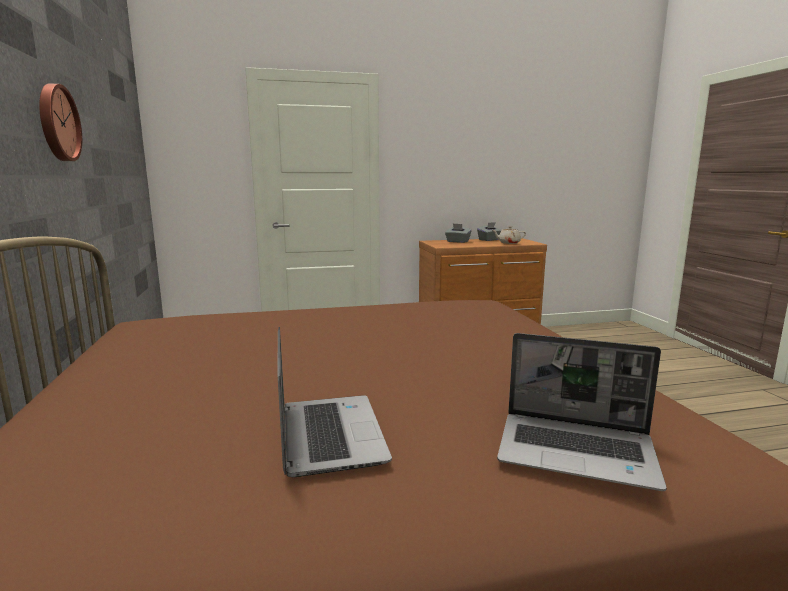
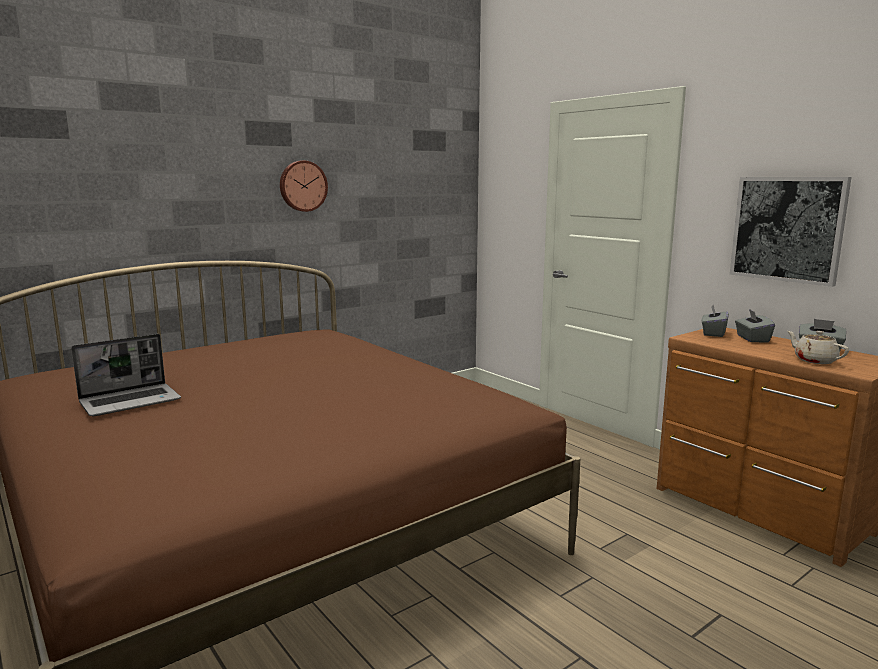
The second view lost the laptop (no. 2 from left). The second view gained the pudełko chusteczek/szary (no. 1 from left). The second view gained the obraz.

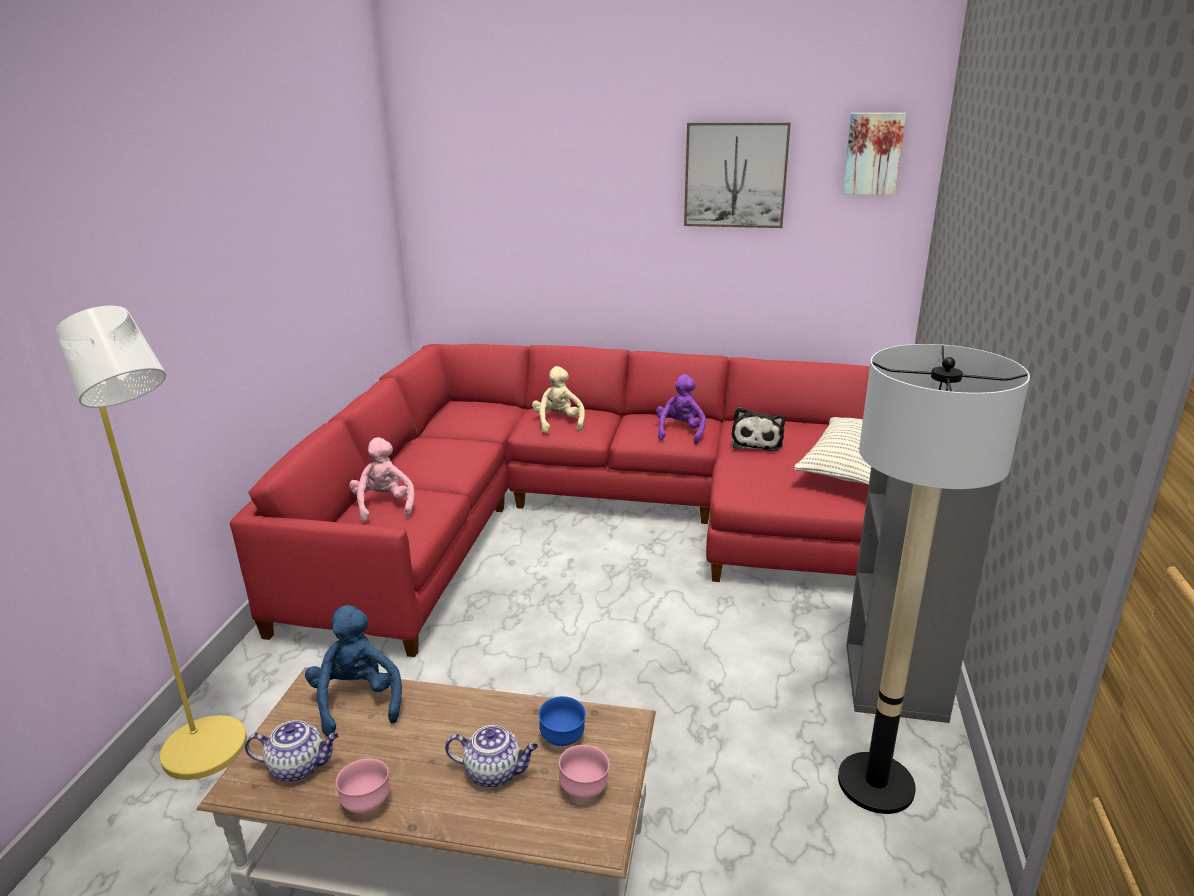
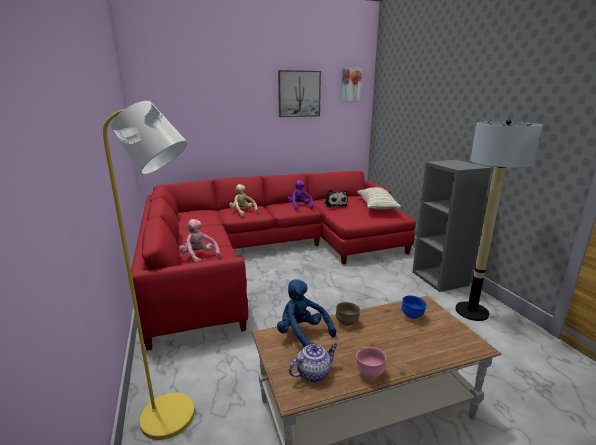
The second view lost the imbryk (no. 2 from left). The second view lost the miska/różowy (no. 2 from left). The second view gained the miska/brązowy.

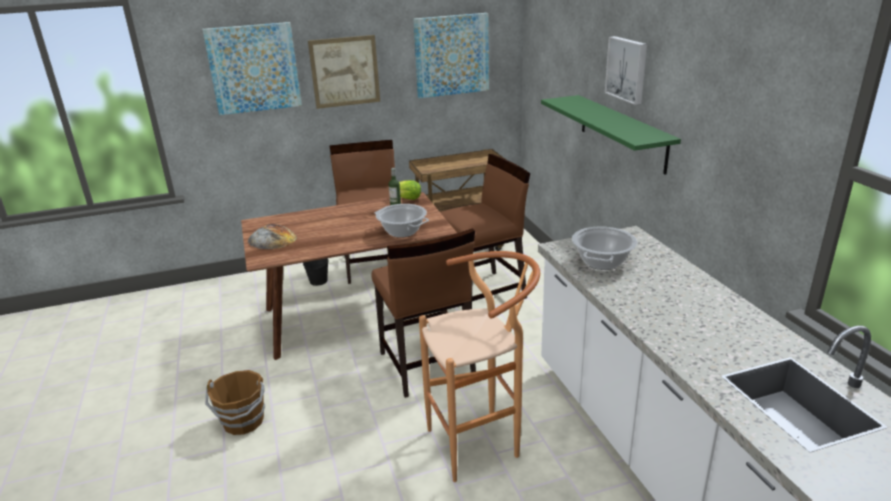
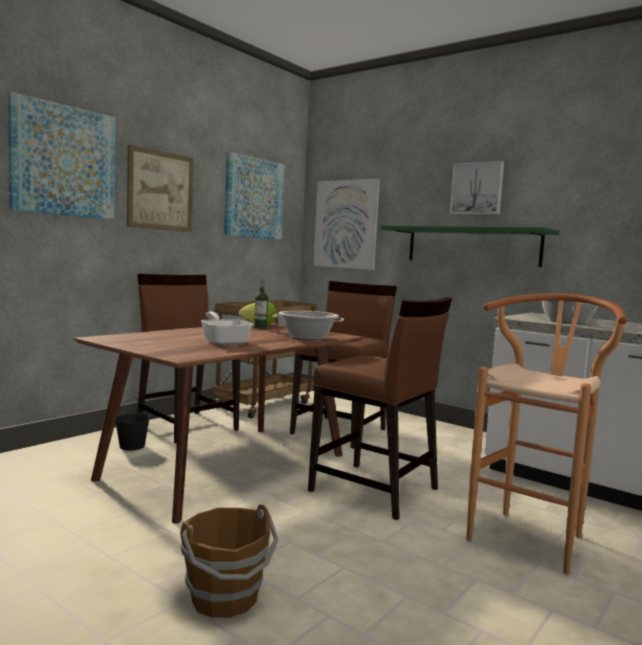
The second view lost the chleb. The second view gained the patelnia. The second view gained the obraz (no. 4 from left).

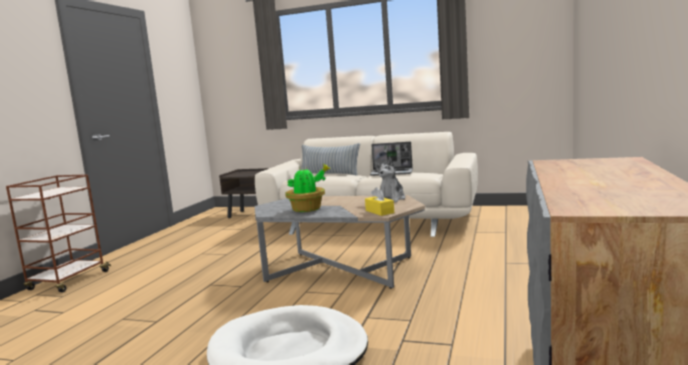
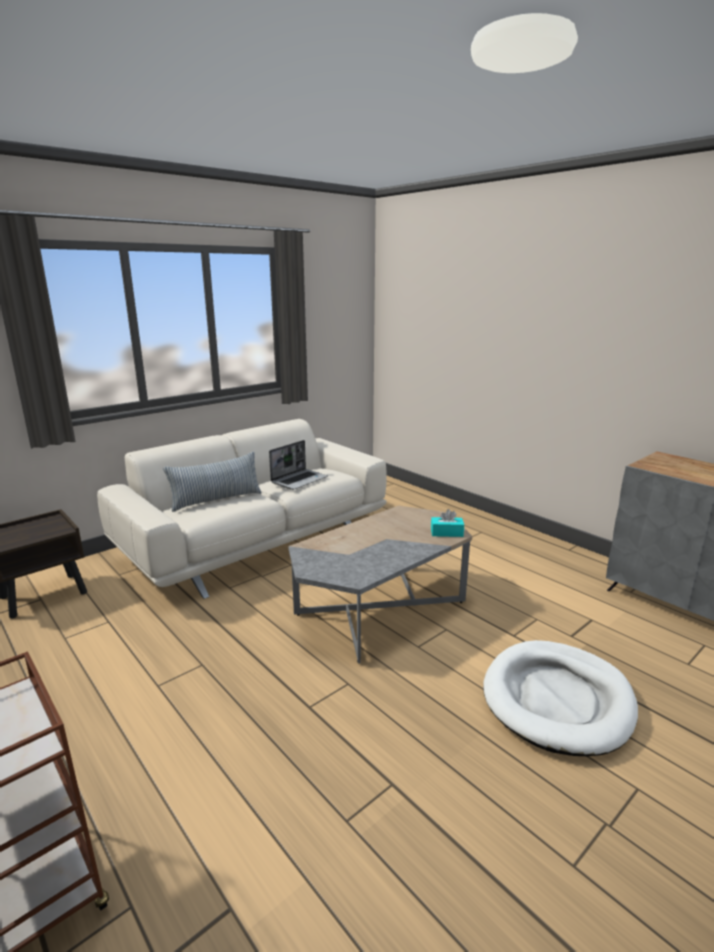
The second view lost the roślina doniczkowa. The second view lost the pluszak. What was the pudełko chusteczek/żółty turned into the pudełko chusteczek/turkusowy.

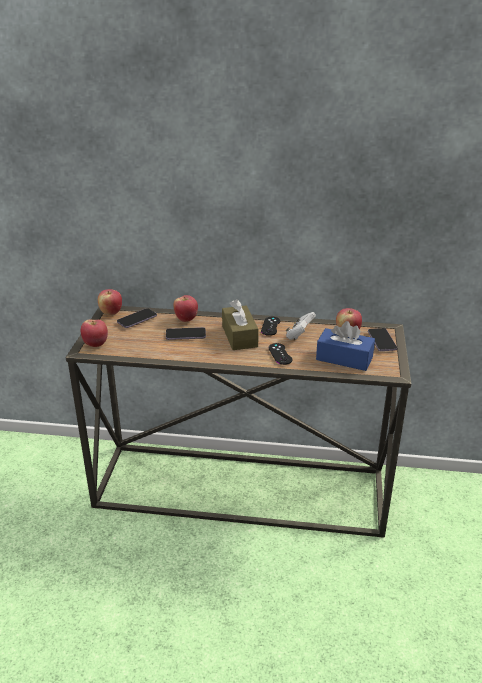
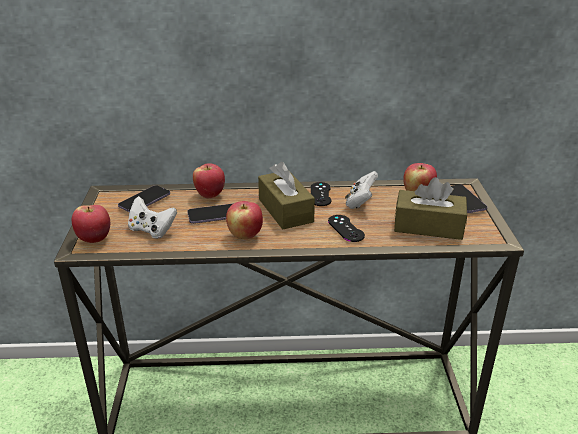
The second view gained the pad do gier/biały (no. 1 from left). The jabłko (no. 2 from left in the first image) ended up elsewhere. What was the pudełko chusteczek/niebieski turned into the pudełko chusteczek/brązowy (no. 2 from left).

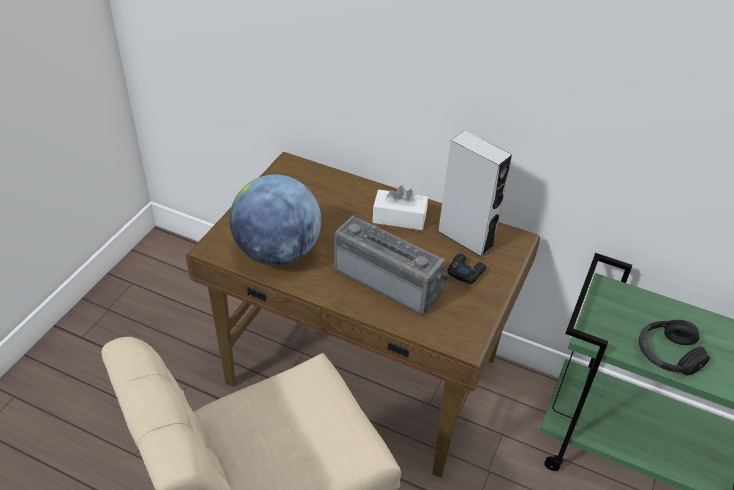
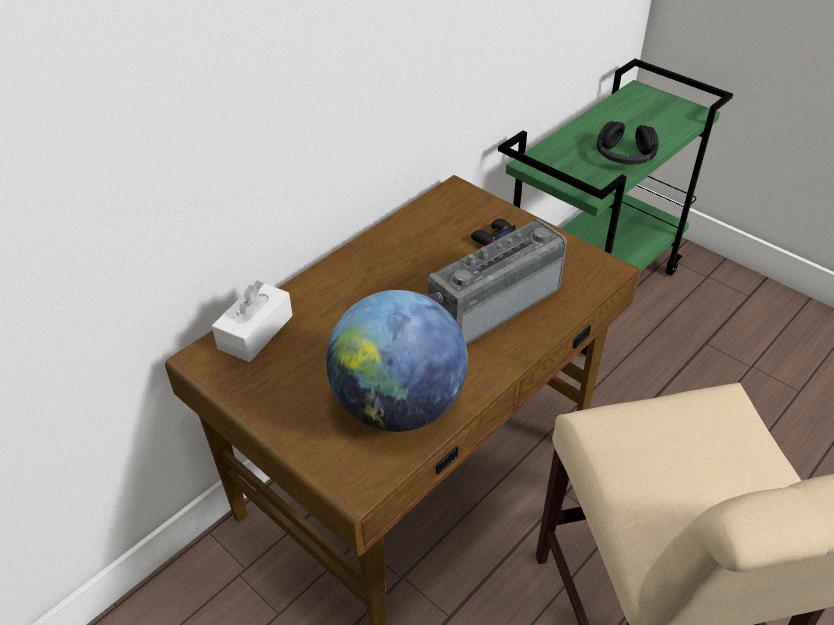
The second view lost the głośnik/szary. The pudełko chusteczek/biały ended up elsewhere.

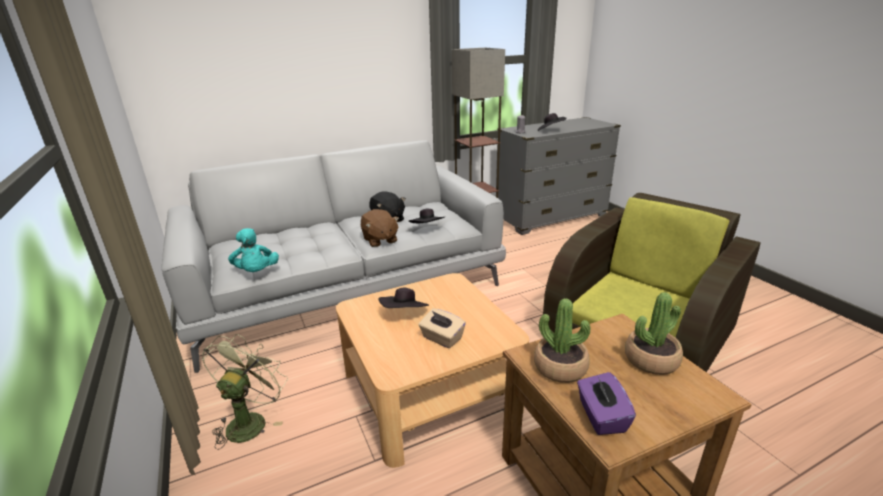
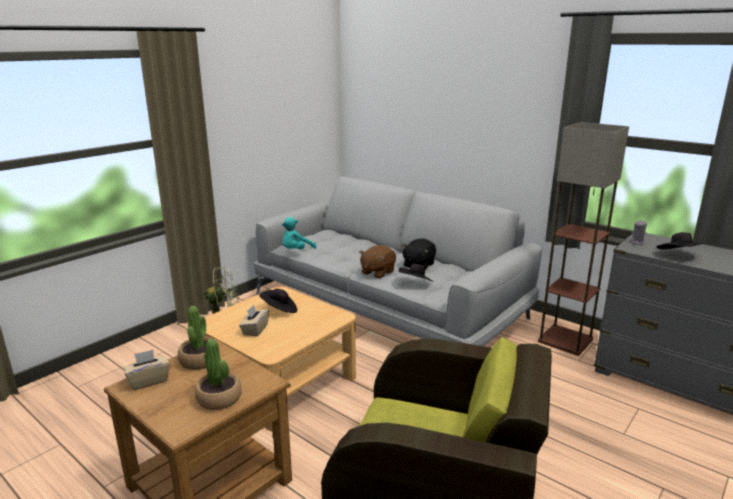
What was the pudełko chusteczek/fioletowy turned into the pudełko chusteczek/beżowy (no. 1 from left).

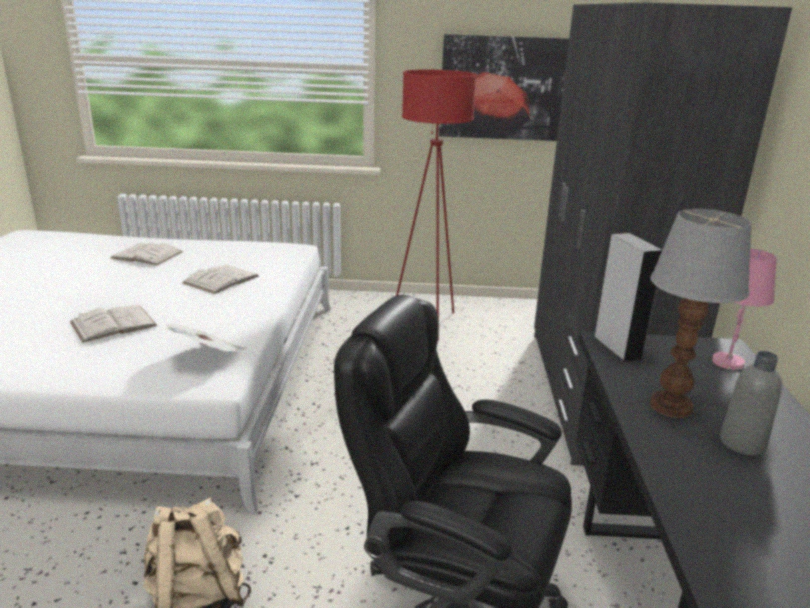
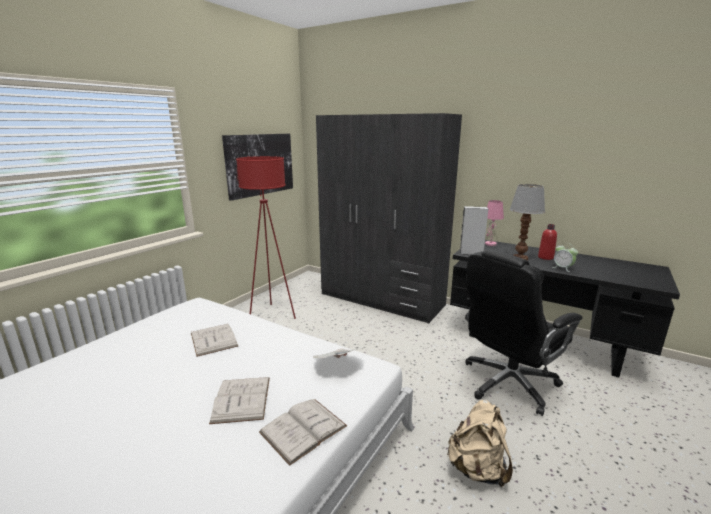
The second view gained the budzik. The książka/biały (no. 2 from left in the first image) ended up elsewhere. What was the butelka/szary turned into the butelka/czerwony.

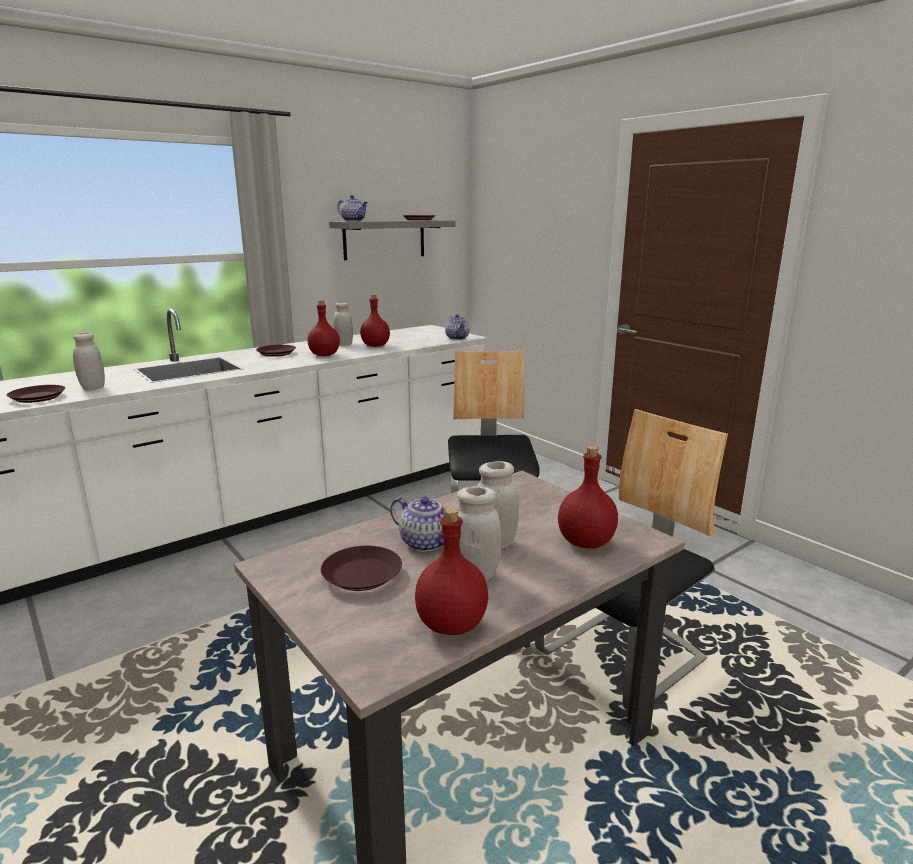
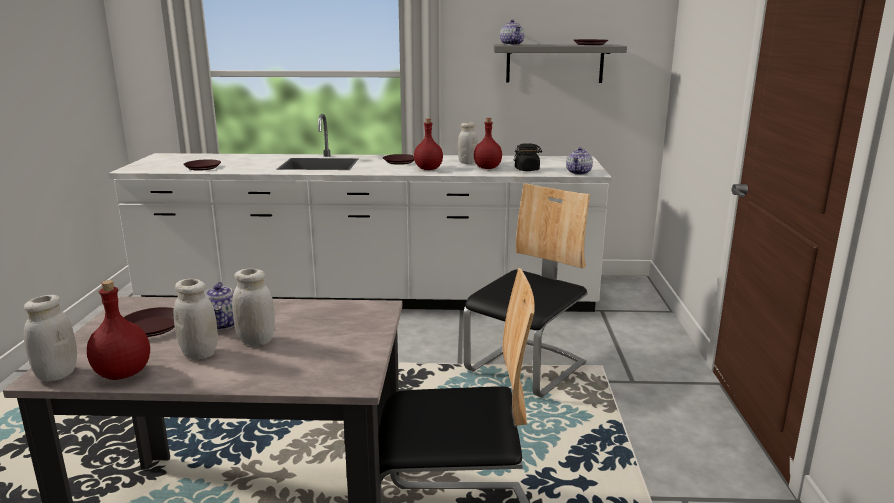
The second view lost the butelka/czerwony (no. 4 from left). The second view gained the słoik/czarny. The słoik/biały (no. 1 from left) ended up elsewhere.

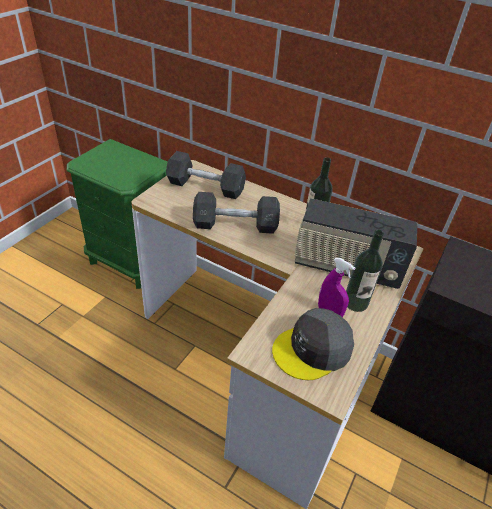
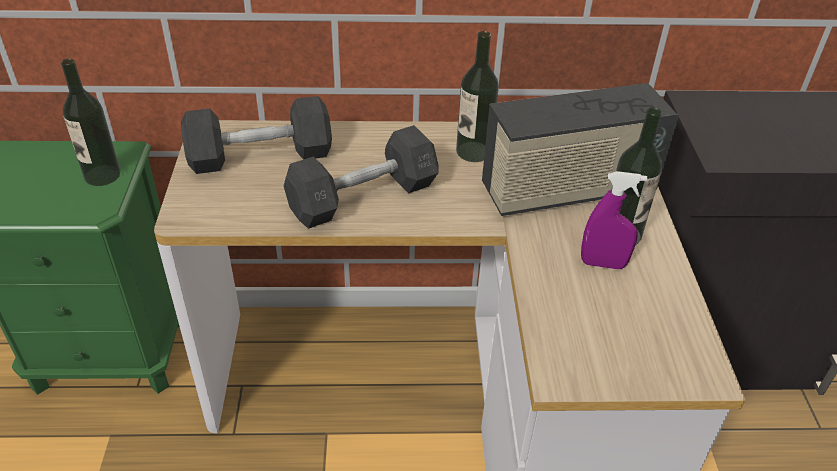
The second view lost the czapka z daszkiem/szary. The second view gained the butelka (no. 1 from left).

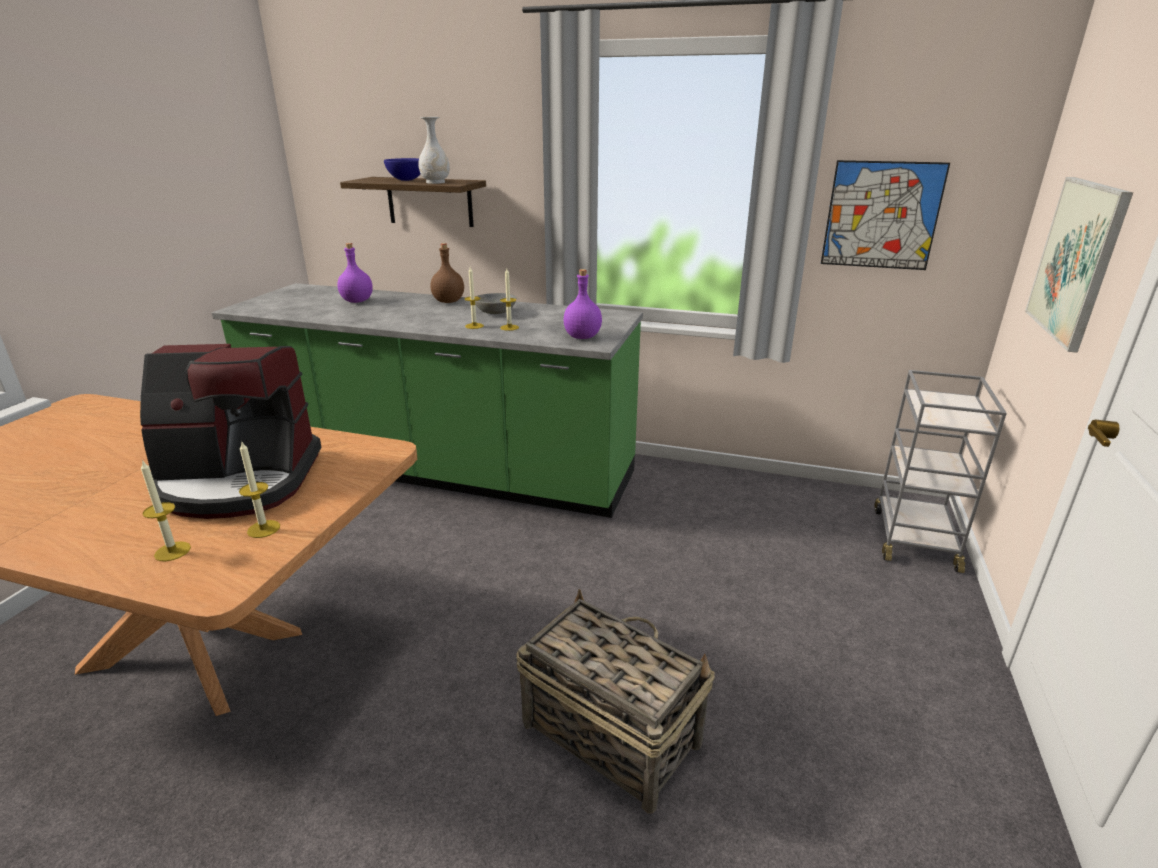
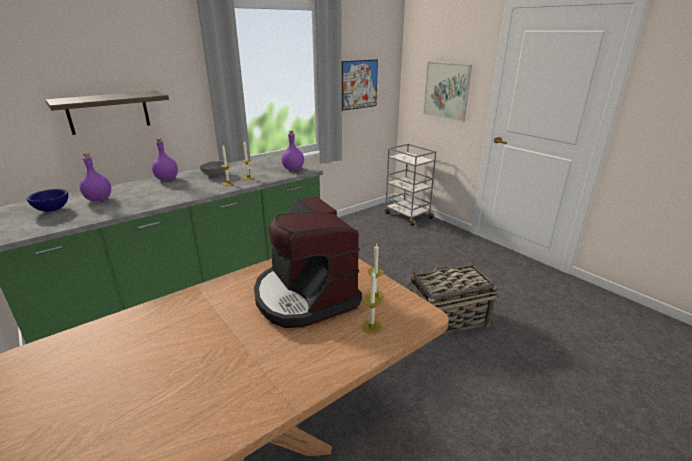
The second view lost the wazon/biały. The miska/niebieski ended up elsewhere. What was the butelka/brązowy turned into the butelka/fioletowy (no. 2 from left). The ekspres do kawy ended up facing another way, 120 degrees clockwise from before.

